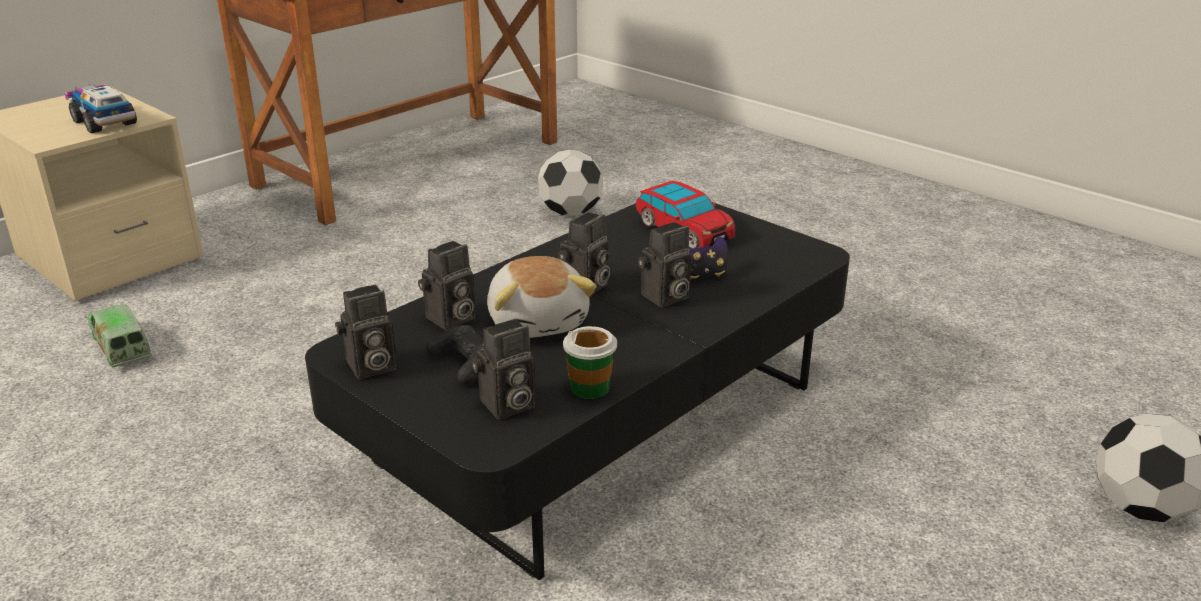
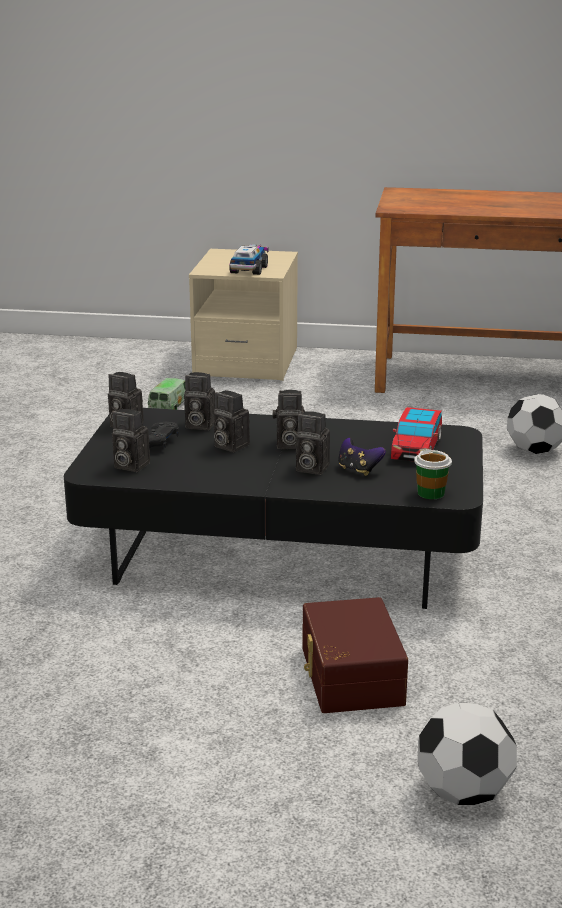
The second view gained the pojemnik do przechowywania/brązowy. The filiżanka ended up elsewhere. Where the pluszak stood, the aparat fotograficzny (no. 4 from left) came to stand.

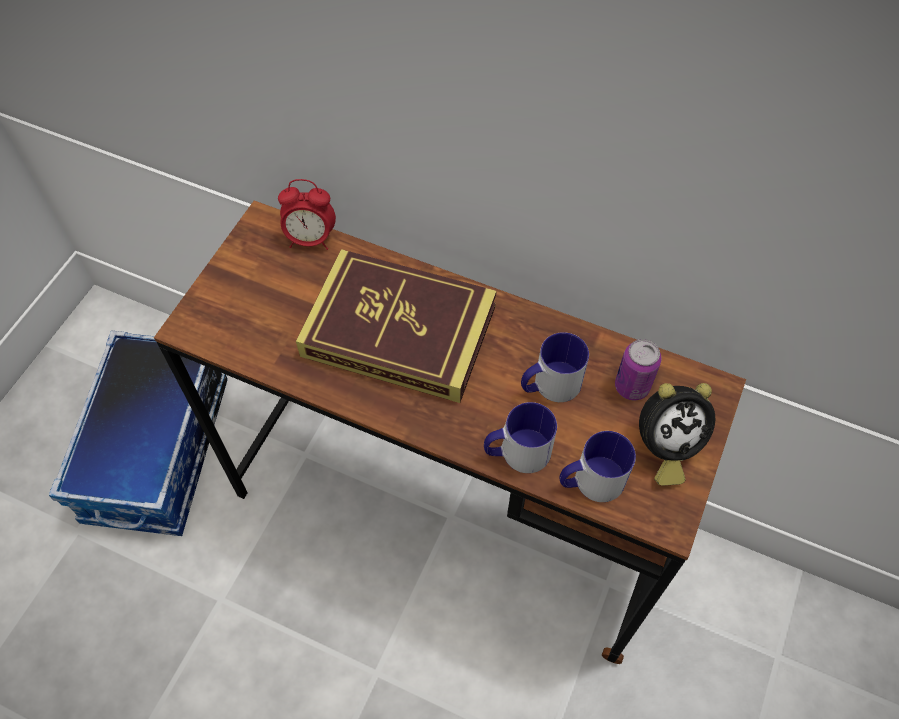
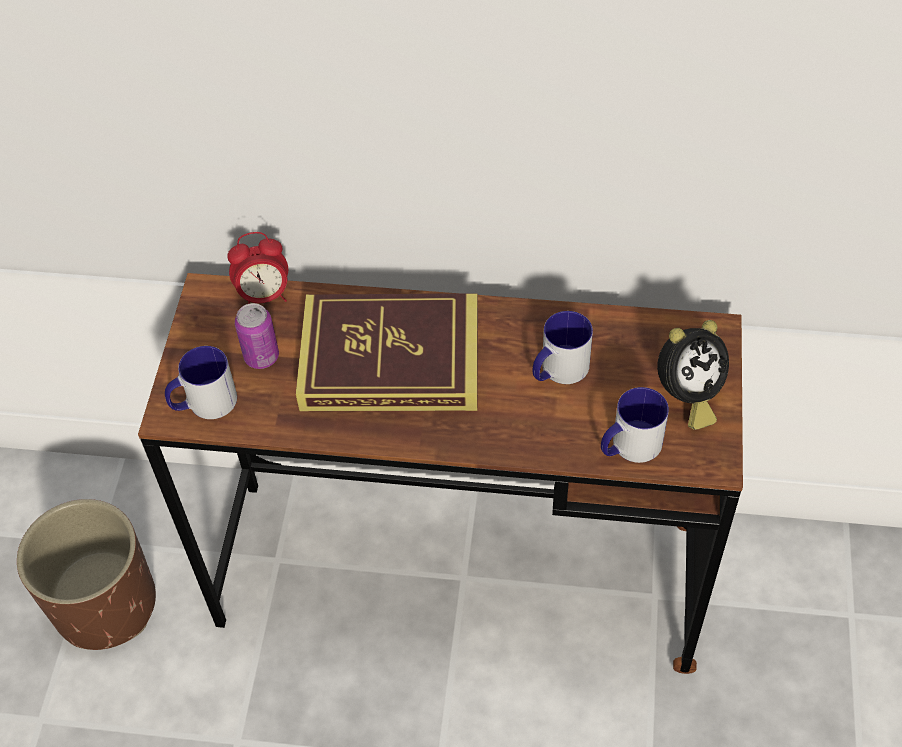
The kubek (no. 1 from left) ended up elsewhere. The puszka ended up elsewhere. Where the pojemnik do przechowywania stood, the donica/brązowy came to stand.

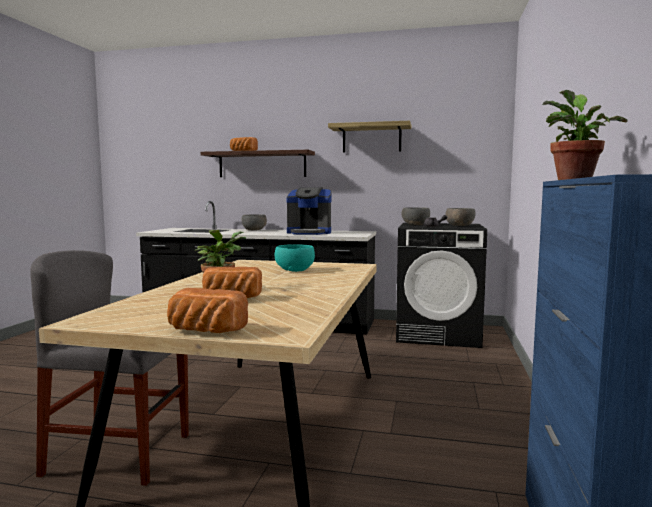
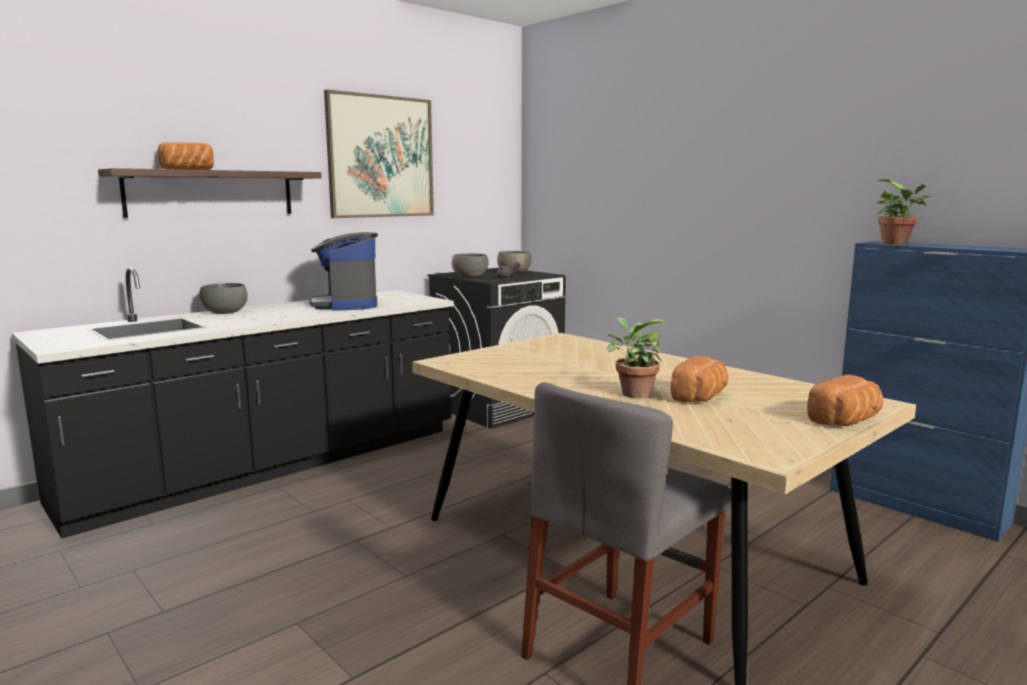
The second view lost the miska/turkusowy. Where the półka (no. 2 from left) hung, the obraz came to hang. The ekspres do kawy ended up facing another way, 120 degrees clockwise from before.

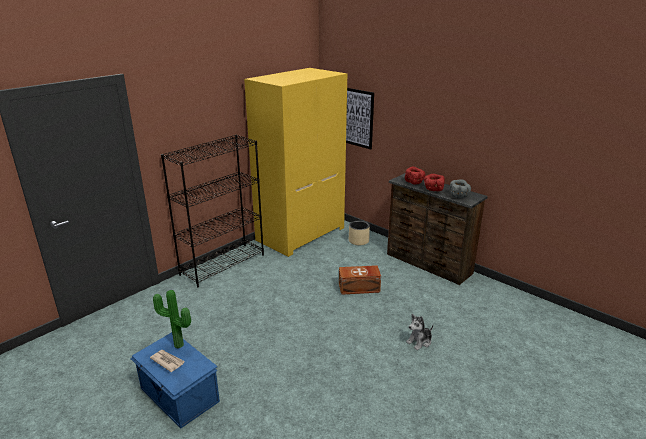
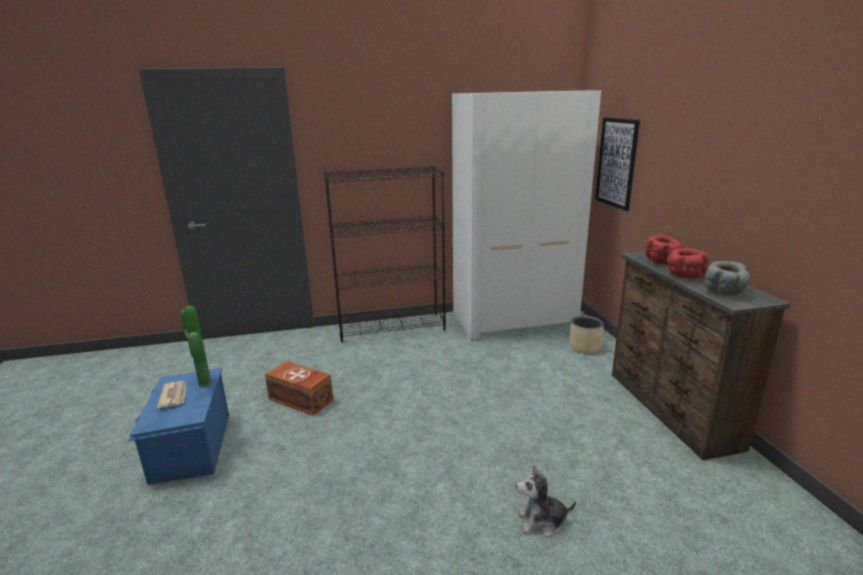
The pojemnik do przechowywania/brązowy ended up elsewhere. What was the szafa/żółty turned into the szafa/biały.

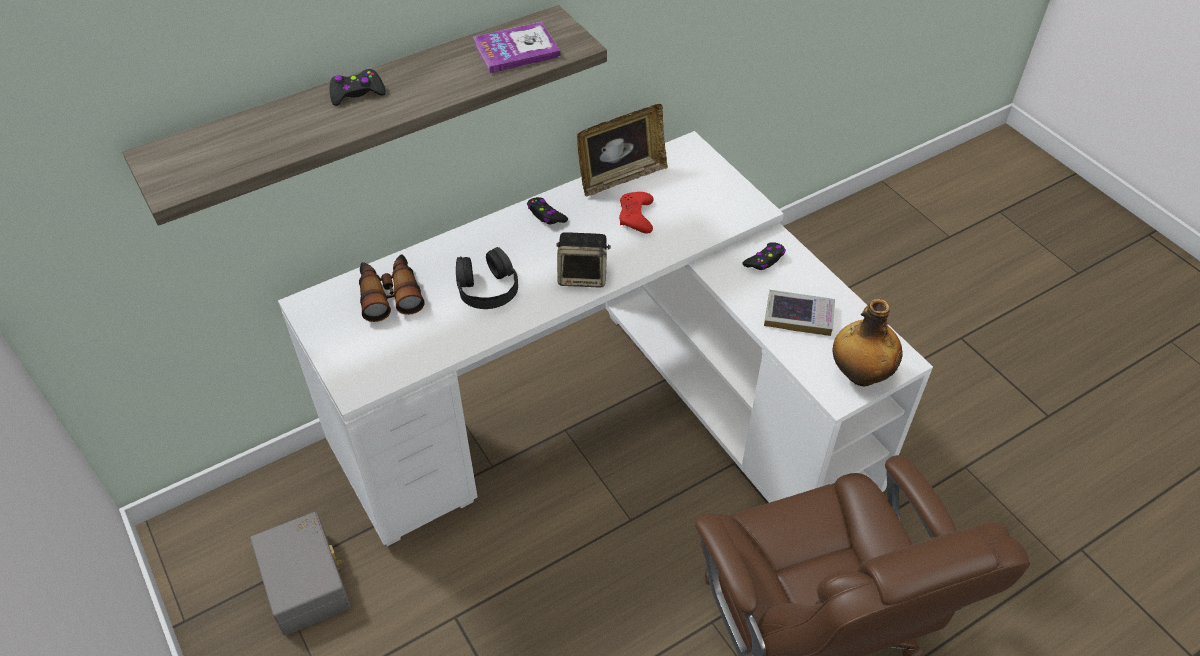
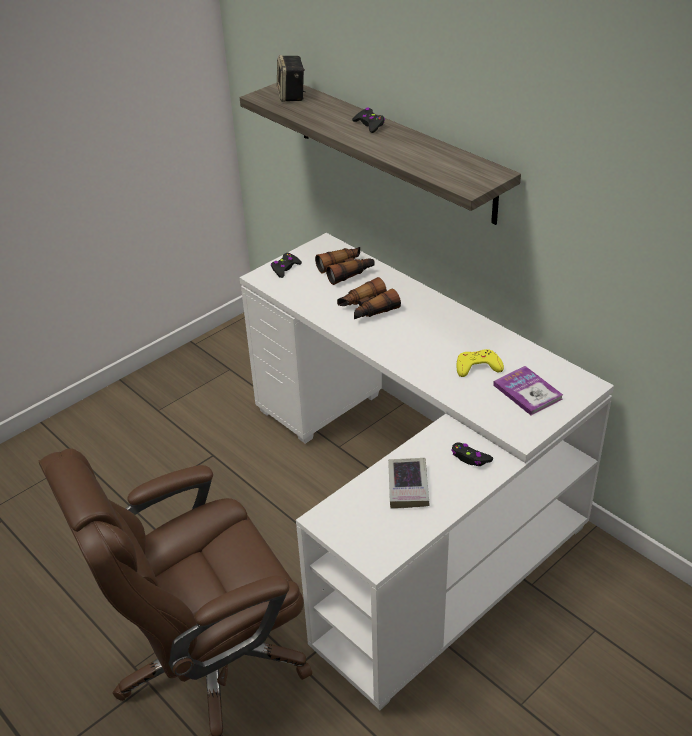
The second view lost the pojemnik do przechowywania/szary. The second view lost the ramka na zdjęcie. The second view lost the butelka. The książka (no. 1 from left in the first image) ended up elsewhere. The pad do gier/czarny (no. 2 from left in the first image) ended up elsewhere. The głośnik ended up elsewhere. Where the słuchawki/czarny stood, the lornetka (no. 2 from left) came to stand. What was the pad do gier/czerwony turned into the pad do gier/żółty.

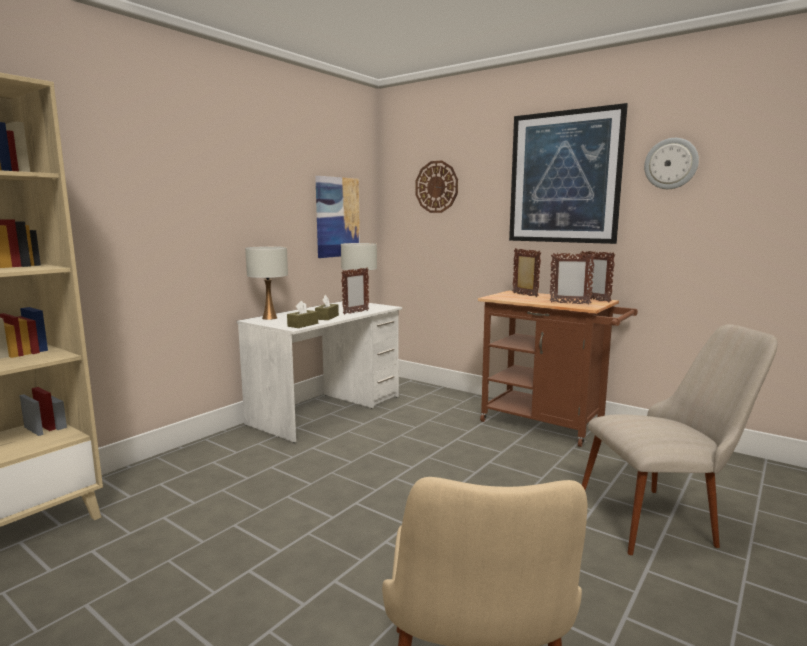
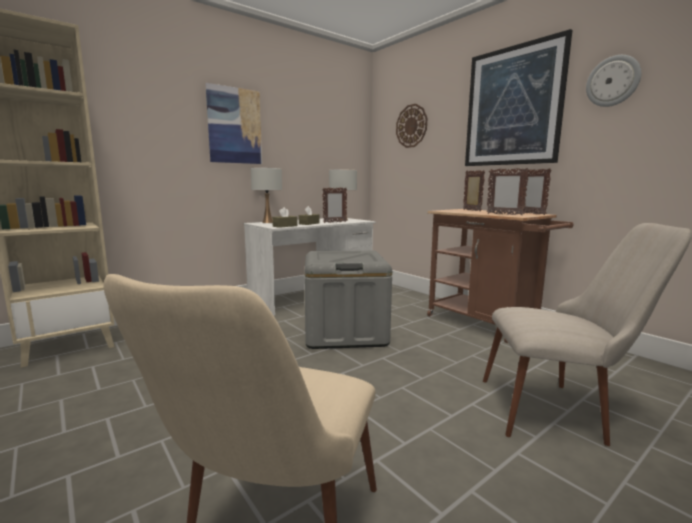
The second view gained the pojemnik do przechowywania/szary. The obraz (no. 1 from left) ended up elsewhere.

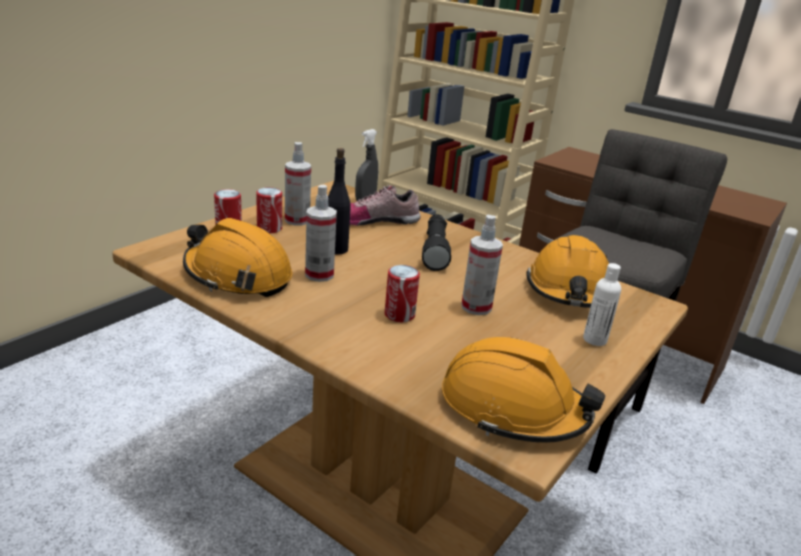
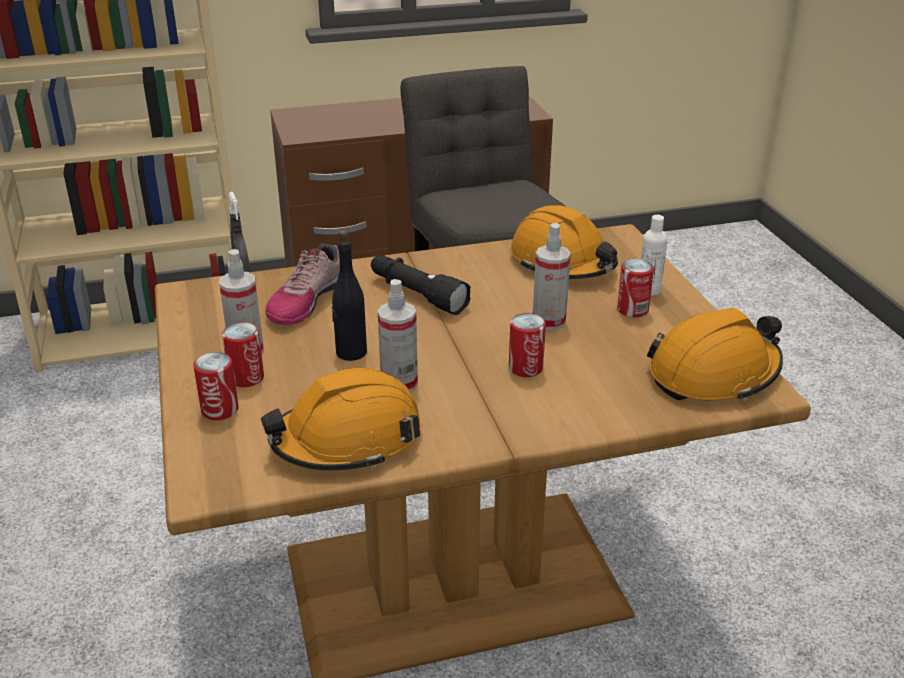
The second view gained the puszka (no. 4 from left).

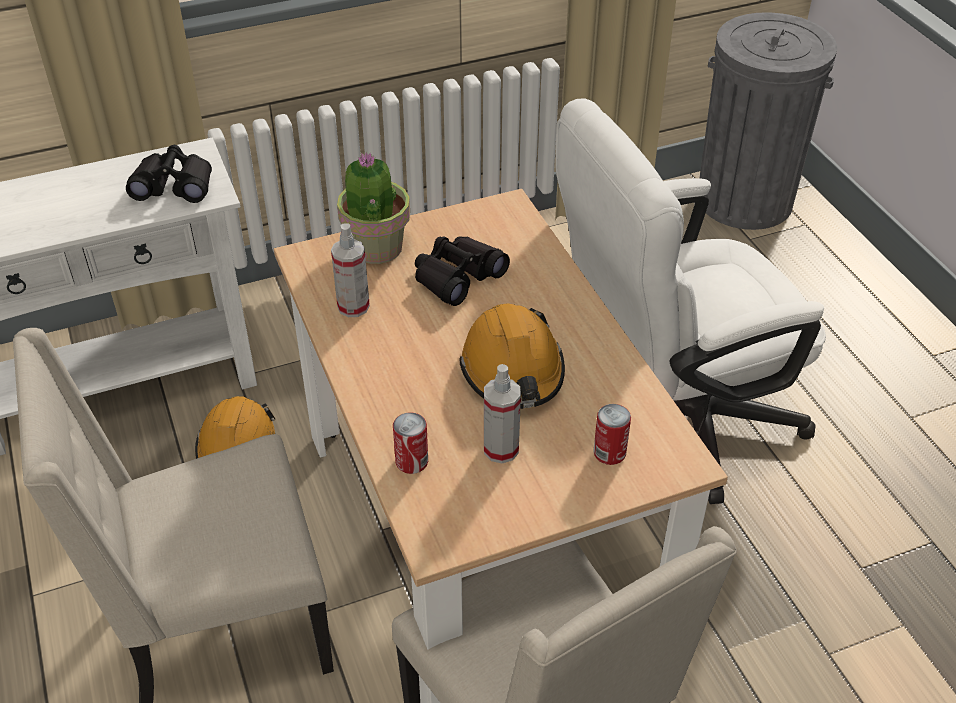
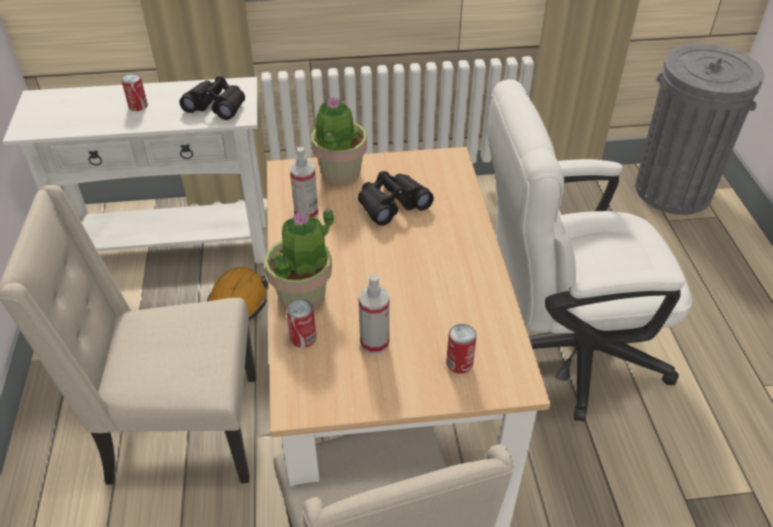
The second view lost the kask/pomarańczowy (no. 2 from left). The second view gained the puszka (no. 1 from left). The second view gained the roślina doniczkowa (no. 1 from left).

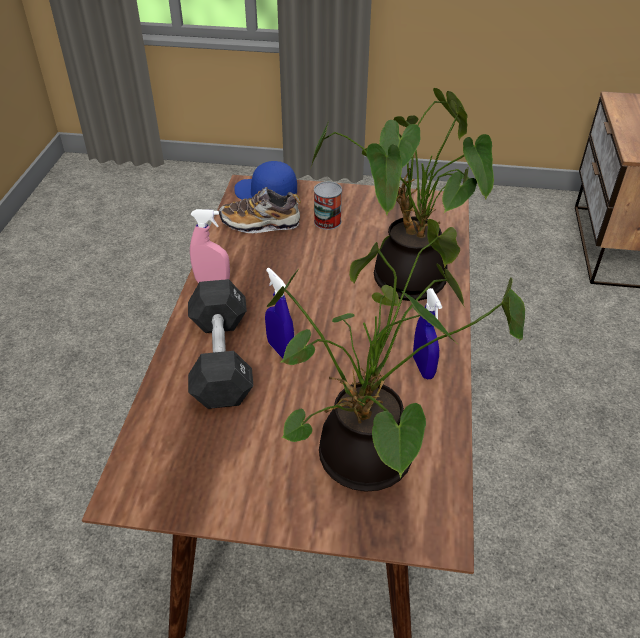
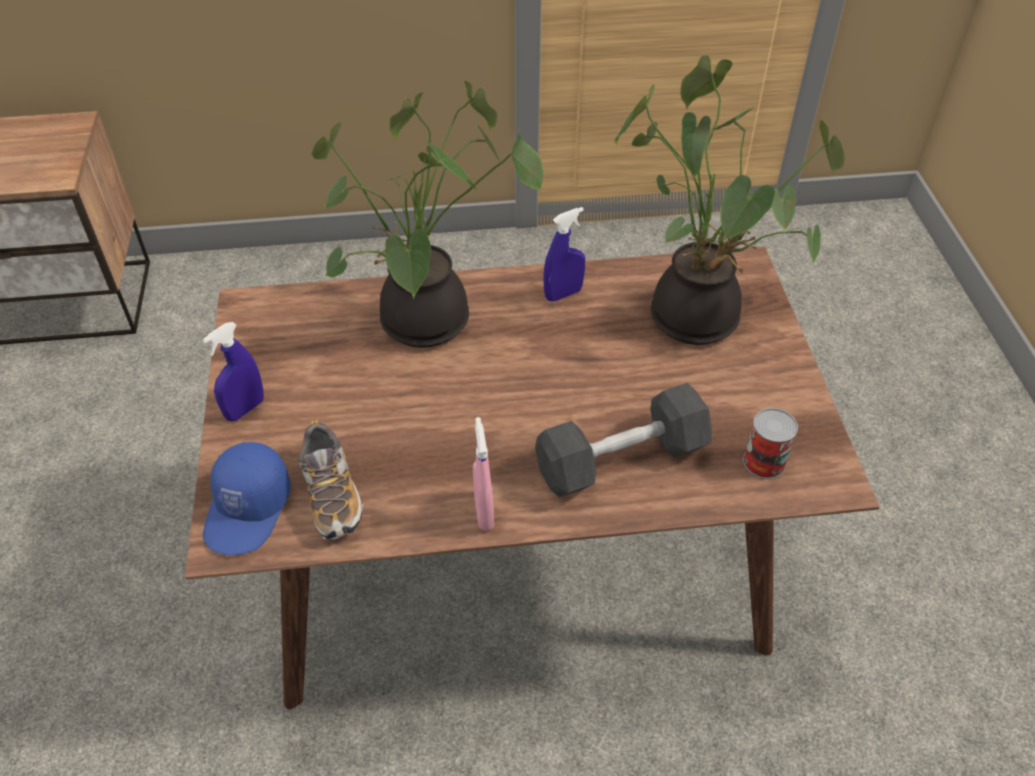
The spryskiwacz/niebieski (no. 1 from left) ended up elsewhere. The puszka ended up elsewhere.

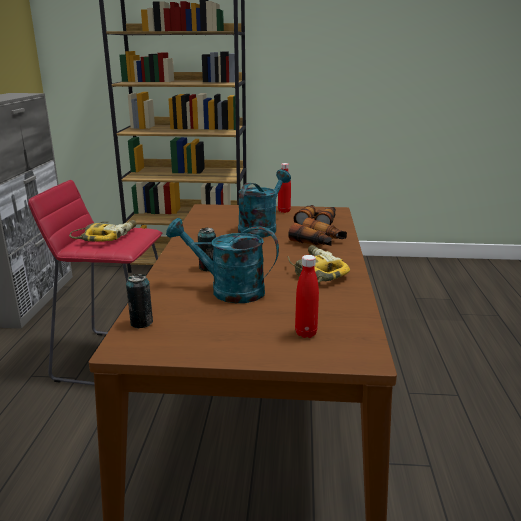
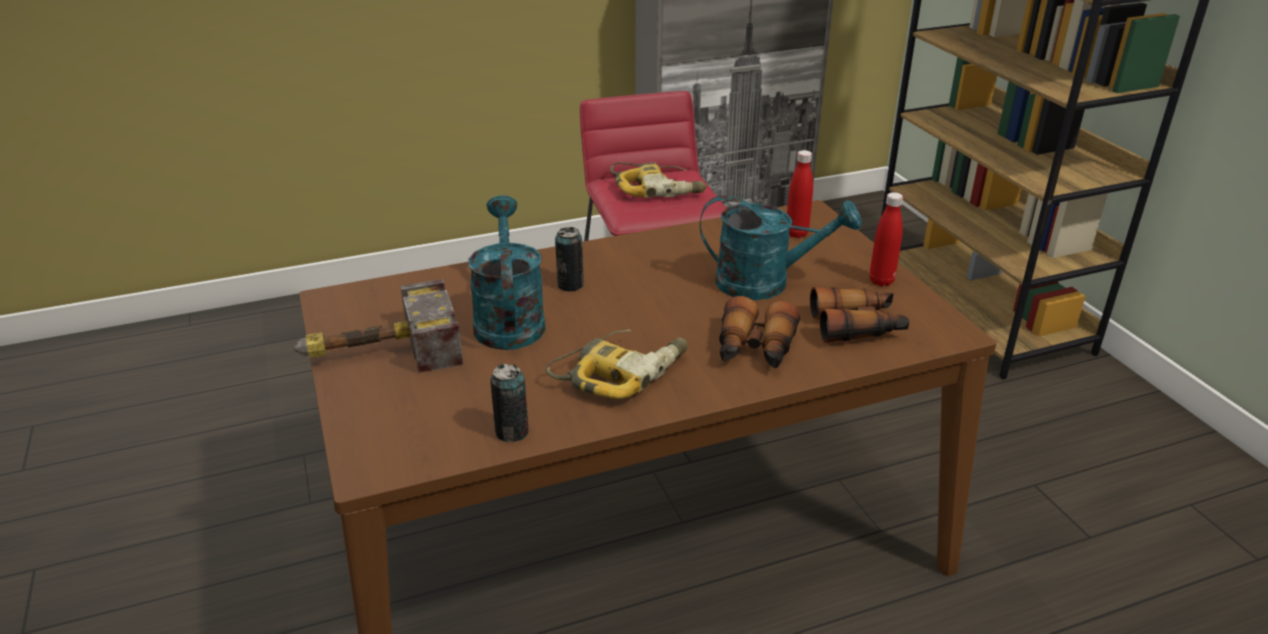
The second view gained the młotek. The puszka (no. 1 from left) ended up elsewhere. The butelka/czerwony (no. 2 from left in the first image) ended up elsewhere.

